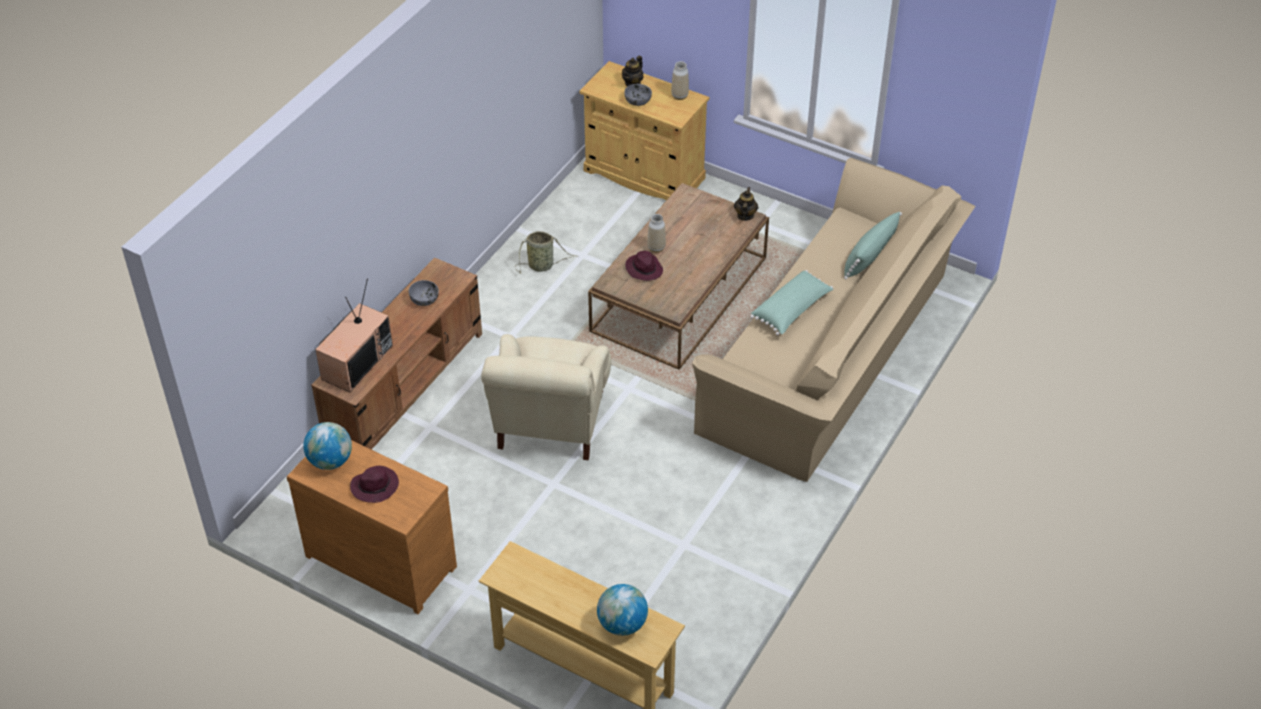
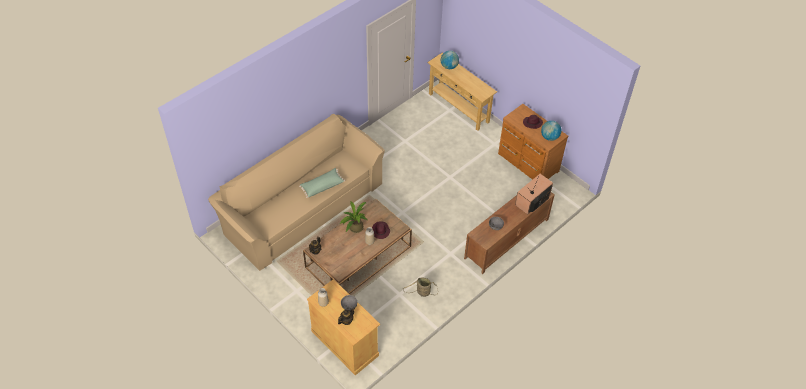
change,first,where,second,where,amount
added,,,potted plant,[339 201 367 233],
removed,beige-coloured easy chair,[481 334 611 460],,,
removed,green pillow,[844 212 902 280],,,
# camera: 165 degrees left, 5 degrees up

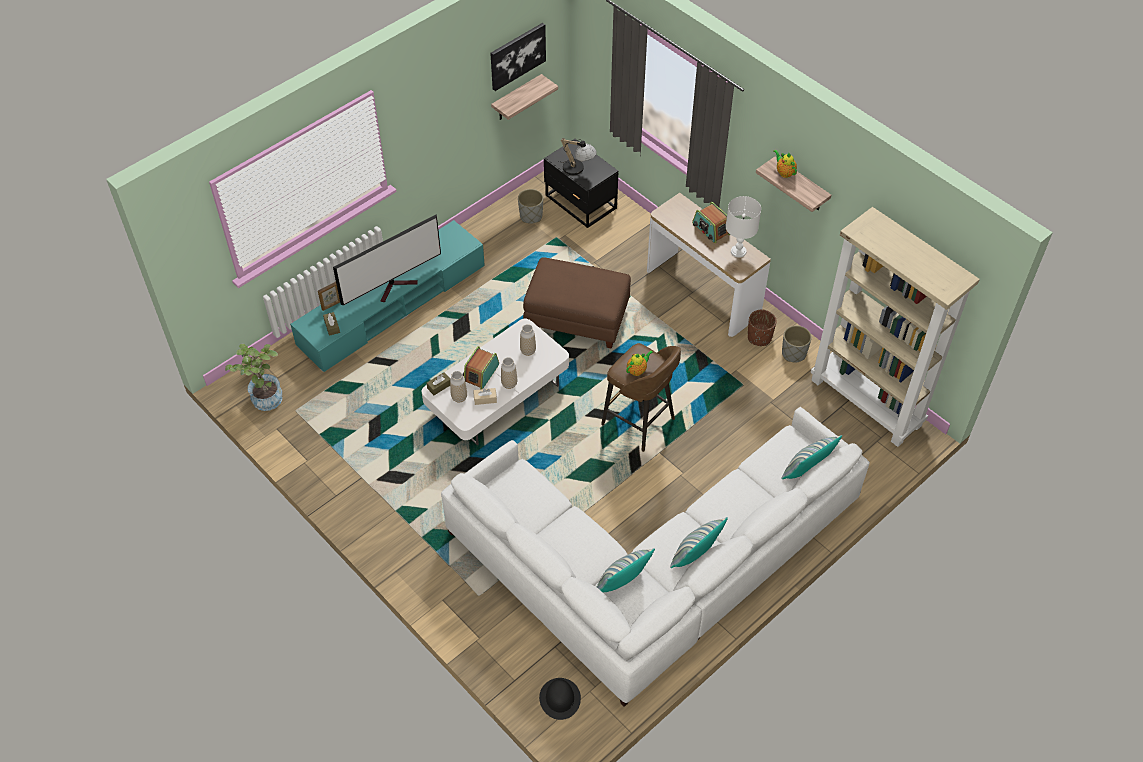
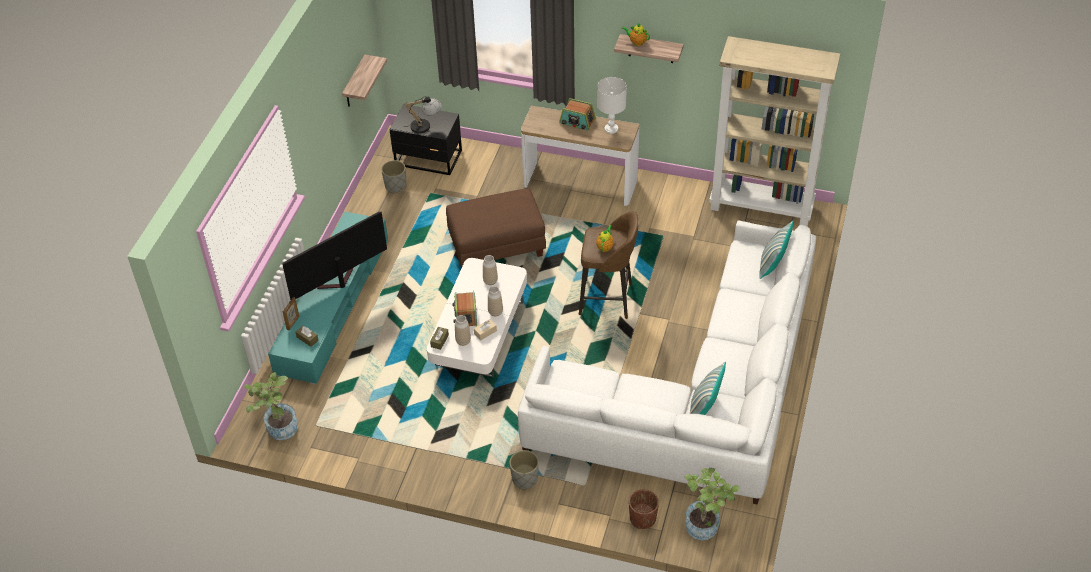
change,first,where,second,where,amount
turned,TV,[333 214 441 305],,[283 212 387 300],150 degrees counterclockwise
moved,greyish plant pot,[782 325 812 362],,[510 450 539 490],
moved,brown plant pot,[748 309 777 346],,[629 489 659 529],
replaced,black-coloured wearable hat,[539 678 581 720],potted plant,[685 468 740 540],
removed,wall picture,[490 23 546 91],,,
removed,pillow,[670 517 728 568],,,
# camera: 30 degrees left, 5 degrees down

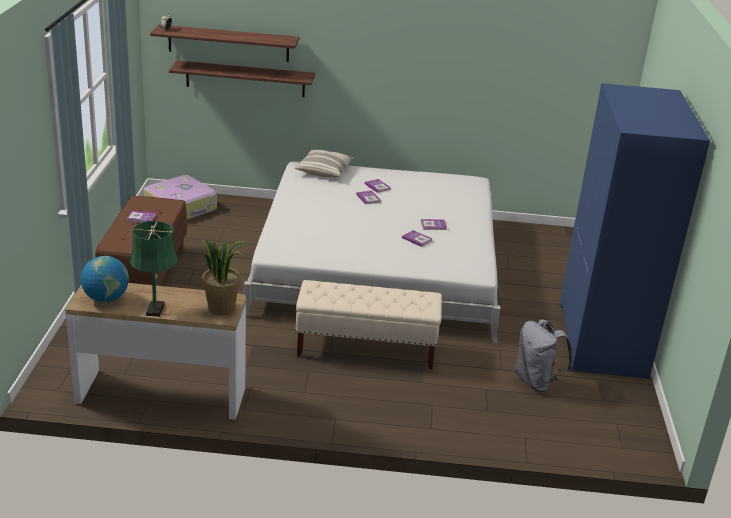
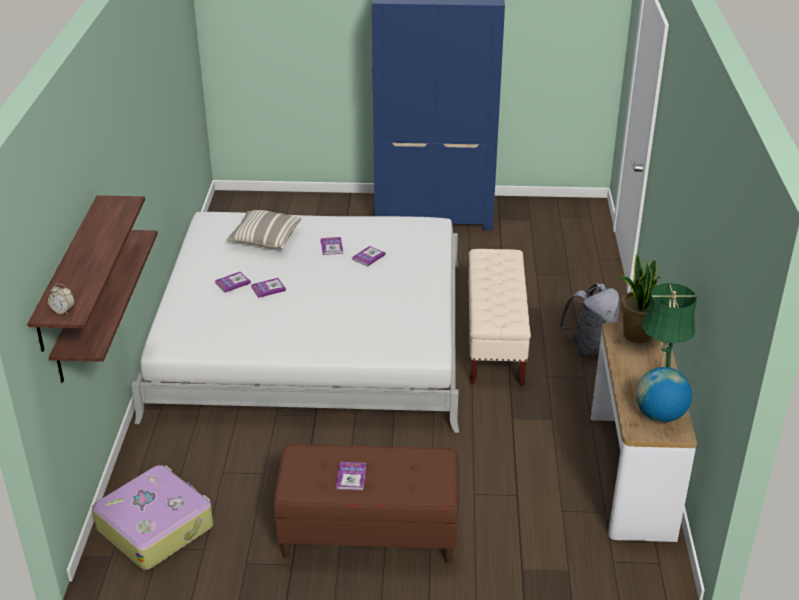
change,first,where,second,where,amount
moved,pillow,[294 150 354 178],,[226 210 301 249],
moved,greyish rucksack,[515 319 573 392],,[559 283 620 357],
# camera: 90 degrees left, 5 degrees up

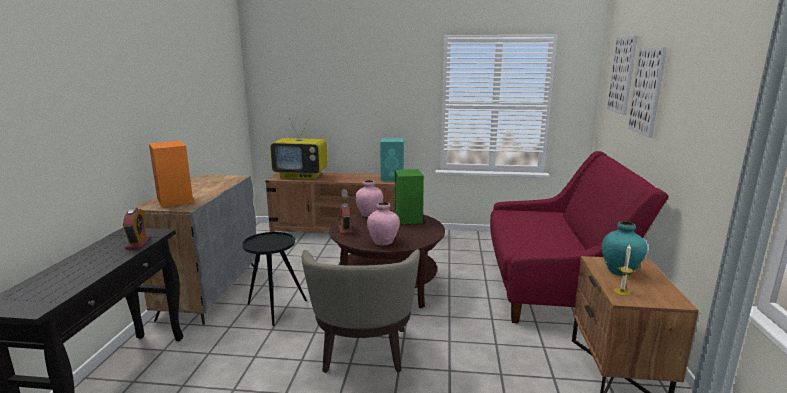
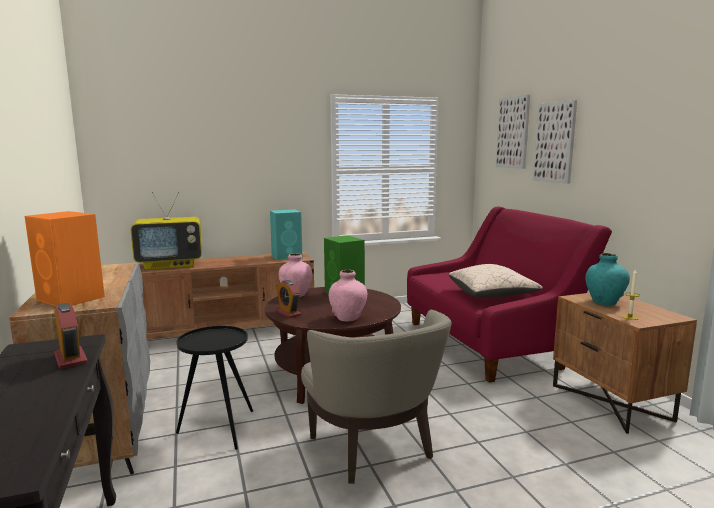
change,first,where,second,where,amount
added,,,beige-coloured pillow,[448 264 543 298],
# camera: 25 degrees left, 5 degrees down

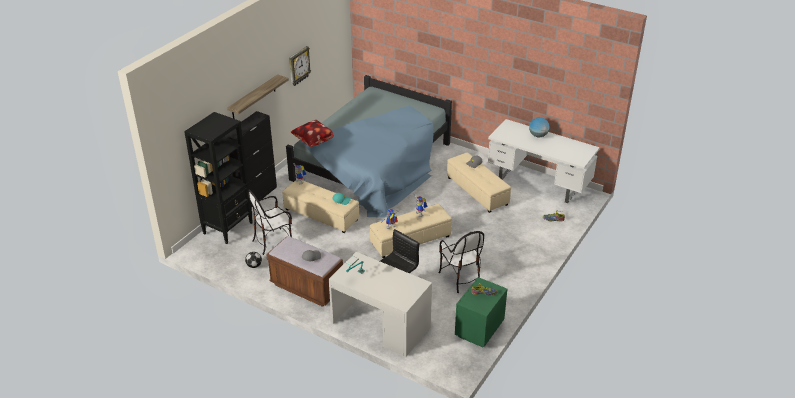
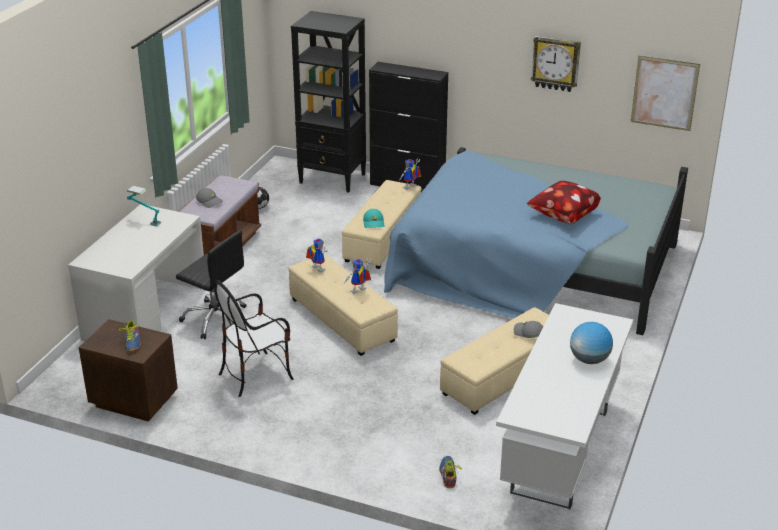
change,first,where,second,where,amount
recoloured,green bedside table,[455 277 507 347],brown bedside table,[79 319 178 422],
moved,pillow,[291 120 334 147],,[527 181 601 225],
added,,,wall picture,[631 56 700 131],
removed,shelf,[227 74 289 119],,,
removed,upright chair,[248 190 292 255],,,
# camera: 80 degrees right, 5 degrees down

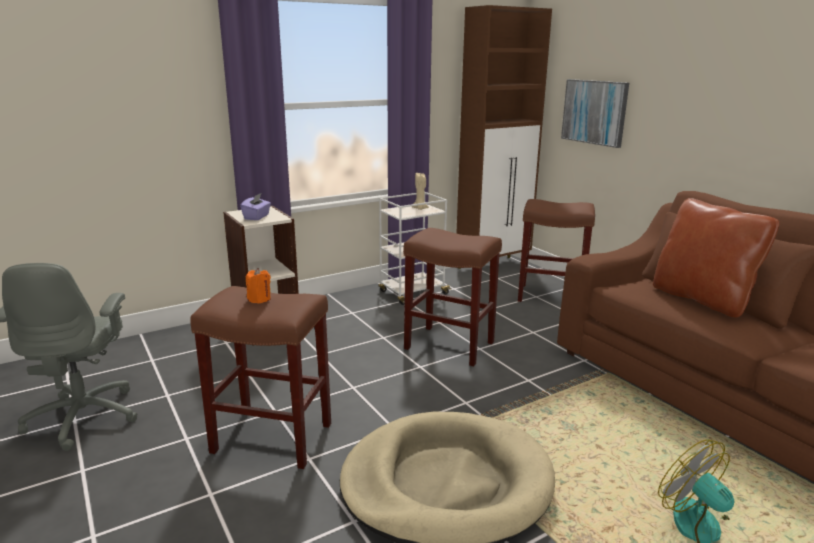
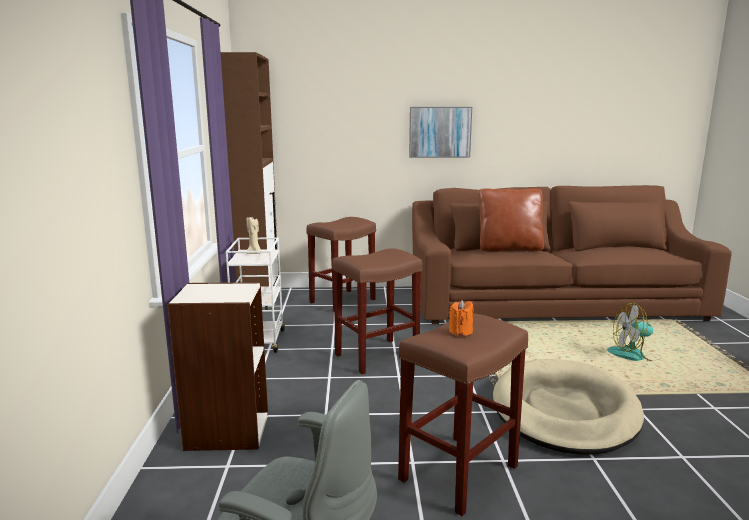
change,first,where,second,where,amount
moved,wall picture,[561 79 629 148],,[409 107 472 158],
removed,purplish tissue box,[240 193 271 220],,,
# camera: 60 degrees left, 5 degrees down

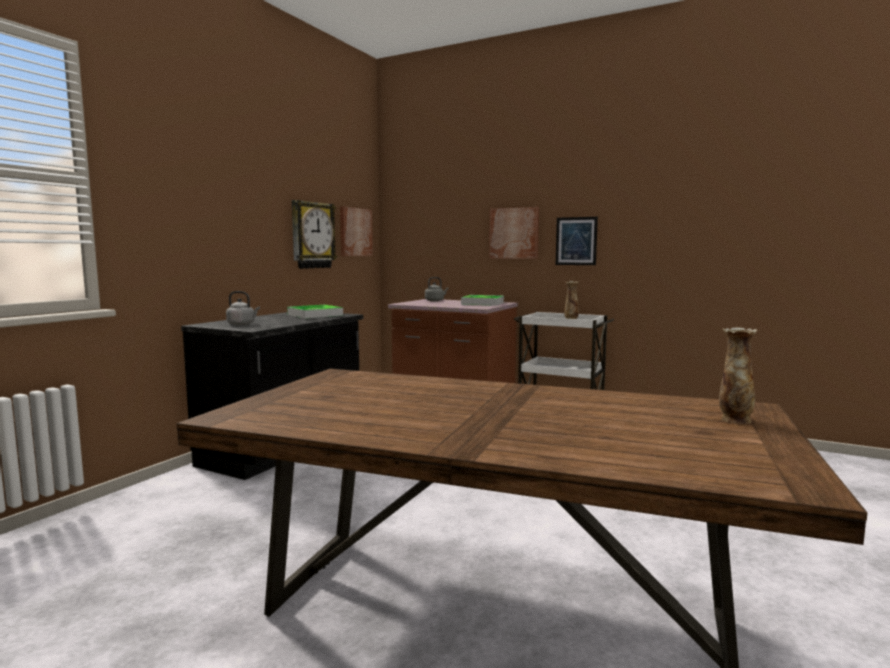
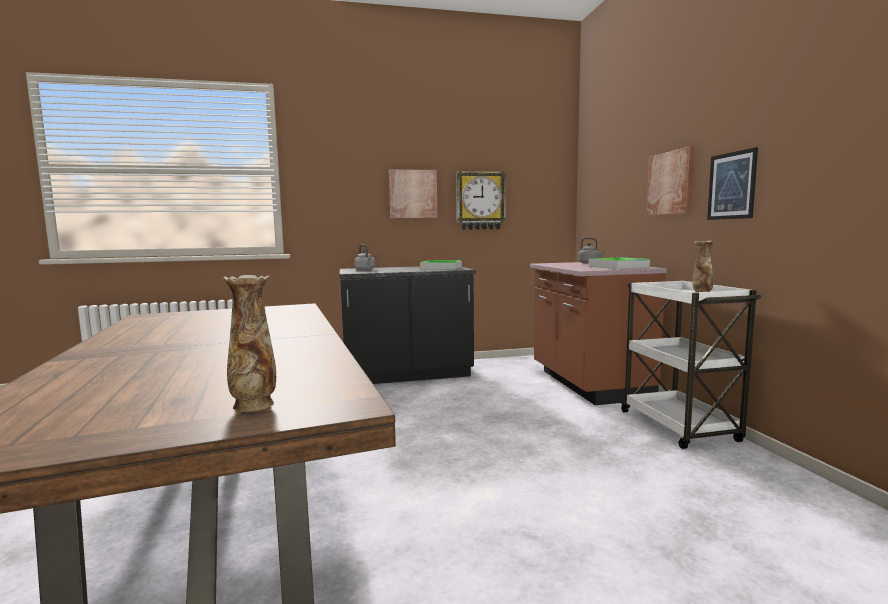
change,first,where,second,where,amount
moved,wall picture,[340 206 373 256],,[389 169 437 218],
# camera: 50 degrees right, 0 degrees up

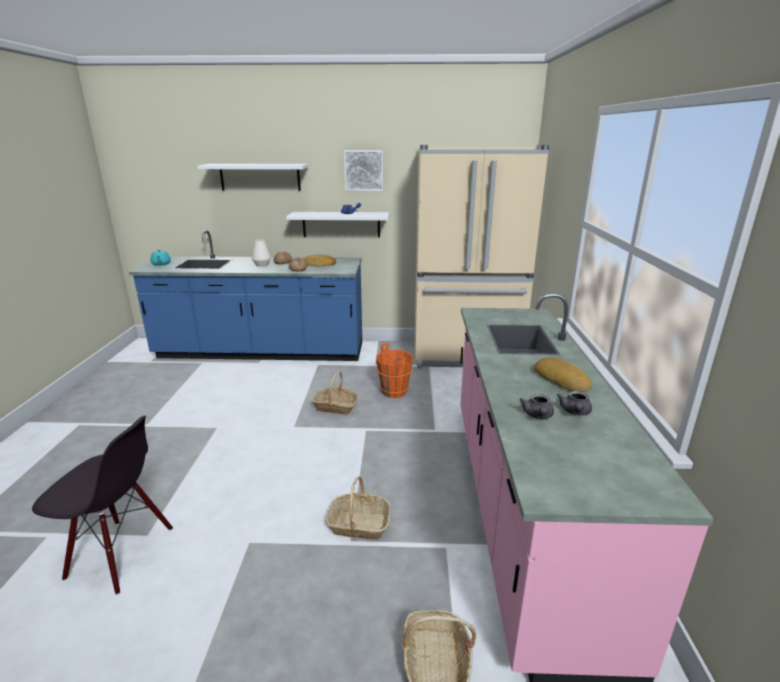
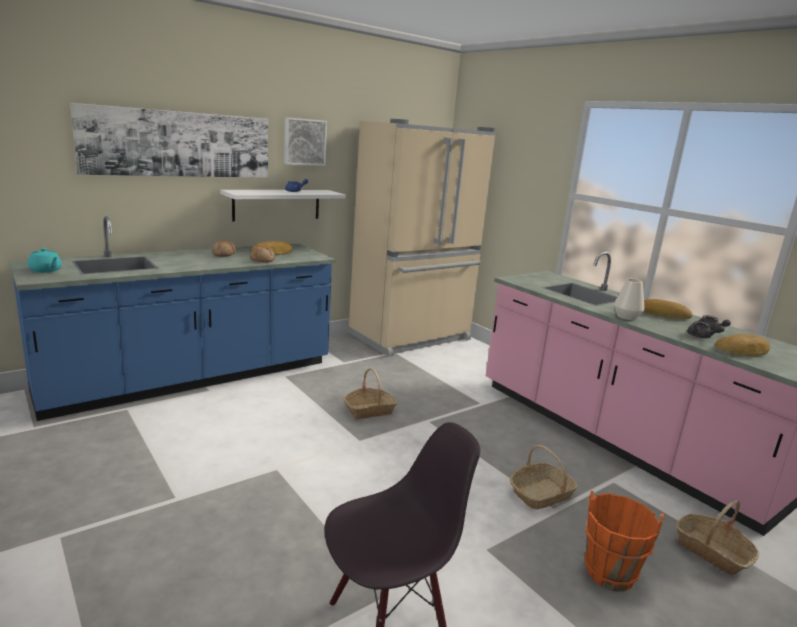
change,first,where,second,where,amount
replaced,white-coloured shelf,[198 164 309 191],wall picture,[70 103 268 178],
moved,orange water bucket,[376 343 413 398],,[585 491 665 591],
moved,white-coloured vase,[252 239 271 267],,[614 279 645 320],
added,,,bread,[715 334 770 357],
# camera: 40 degrees left, 5 degrees down

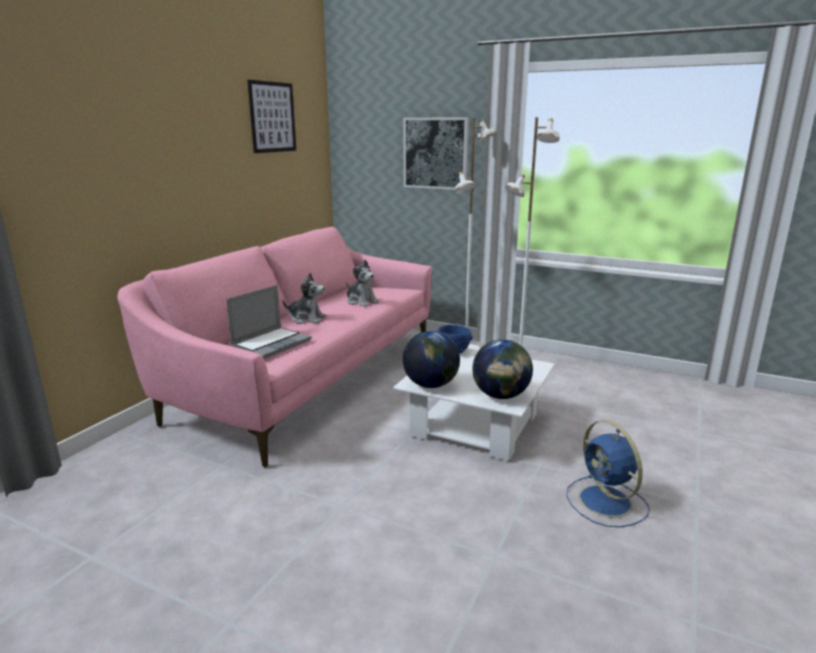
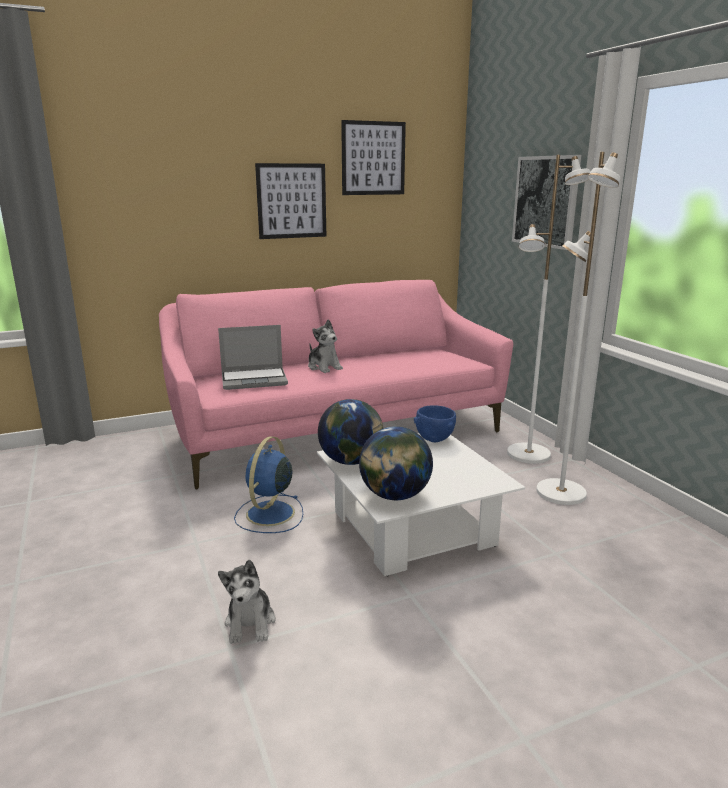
change,first,where,second,where,amount
moved,soft toy,[346 260 379 307],,[218 560 276 644],
moved,bluish electric fan,[566 420 650 527],,[234 436 303 533],
added,,,wall picture,[255 163 326 239],
# camera: 40 degrees right, 0 degrees up

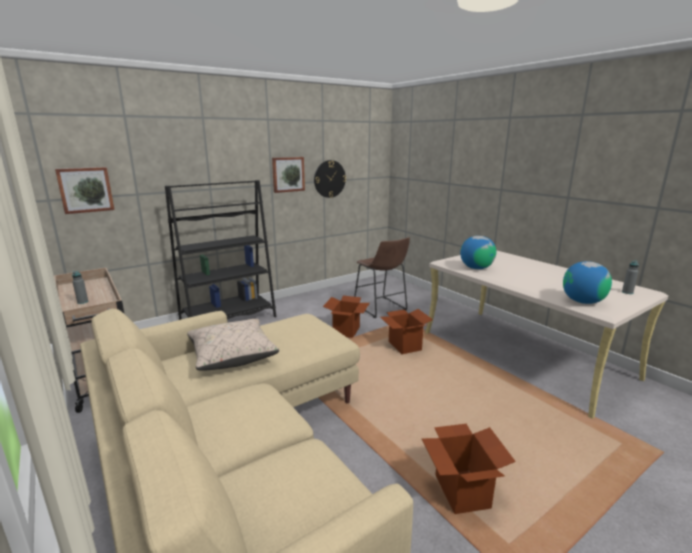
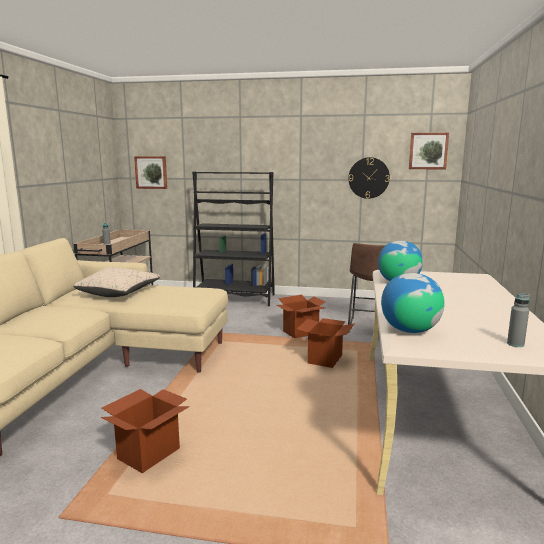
change,first,where,second,where,amount
moved,wall picture,[272 157 305 193],,[409 132 449 169],
# camera: 45 degrees right, 5 degrees down

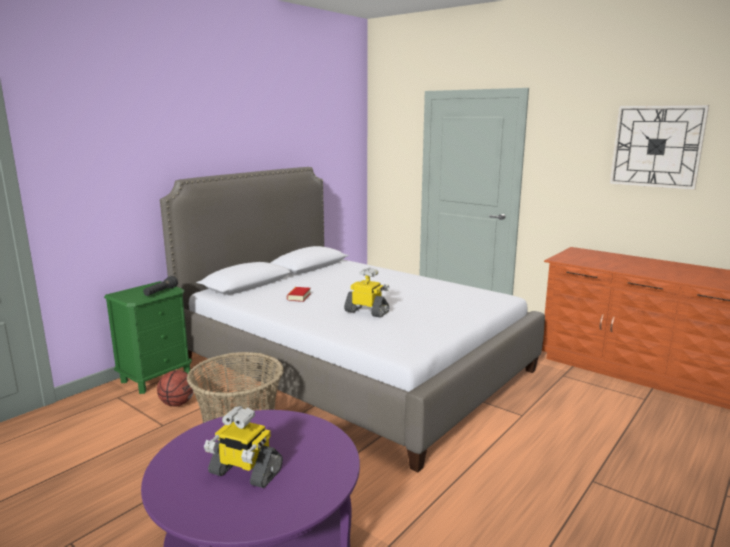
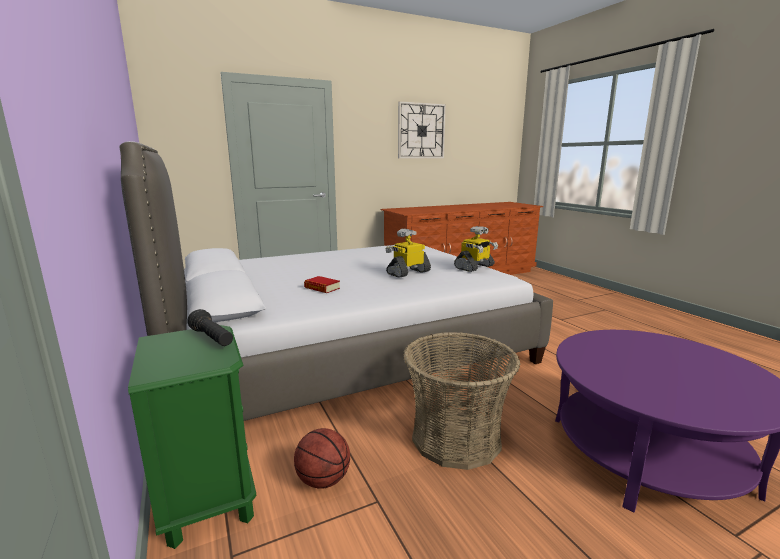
change,first,where,second,where,amount
moved,toy robot,[204 406 283 488],,[454 226 498 272],
# camera: 65 degrees left, 0 degrees up

